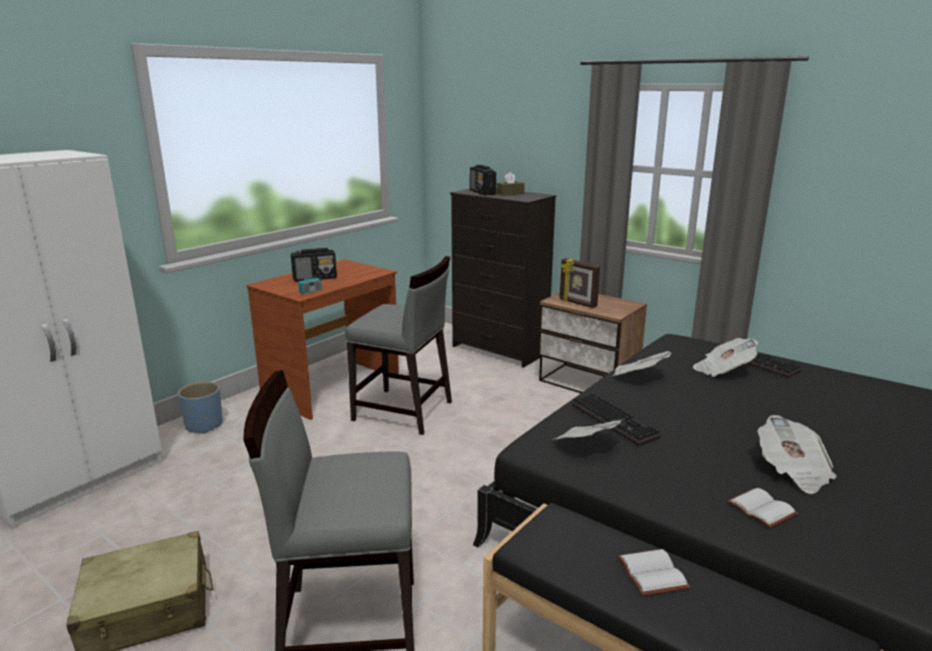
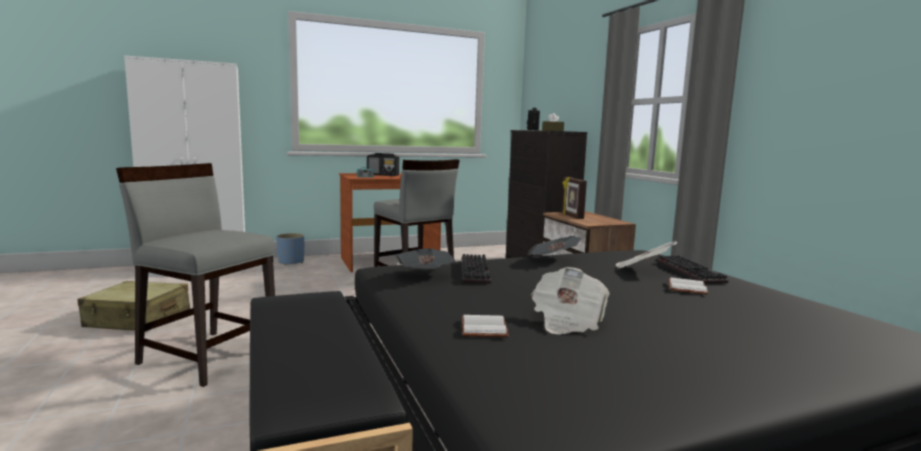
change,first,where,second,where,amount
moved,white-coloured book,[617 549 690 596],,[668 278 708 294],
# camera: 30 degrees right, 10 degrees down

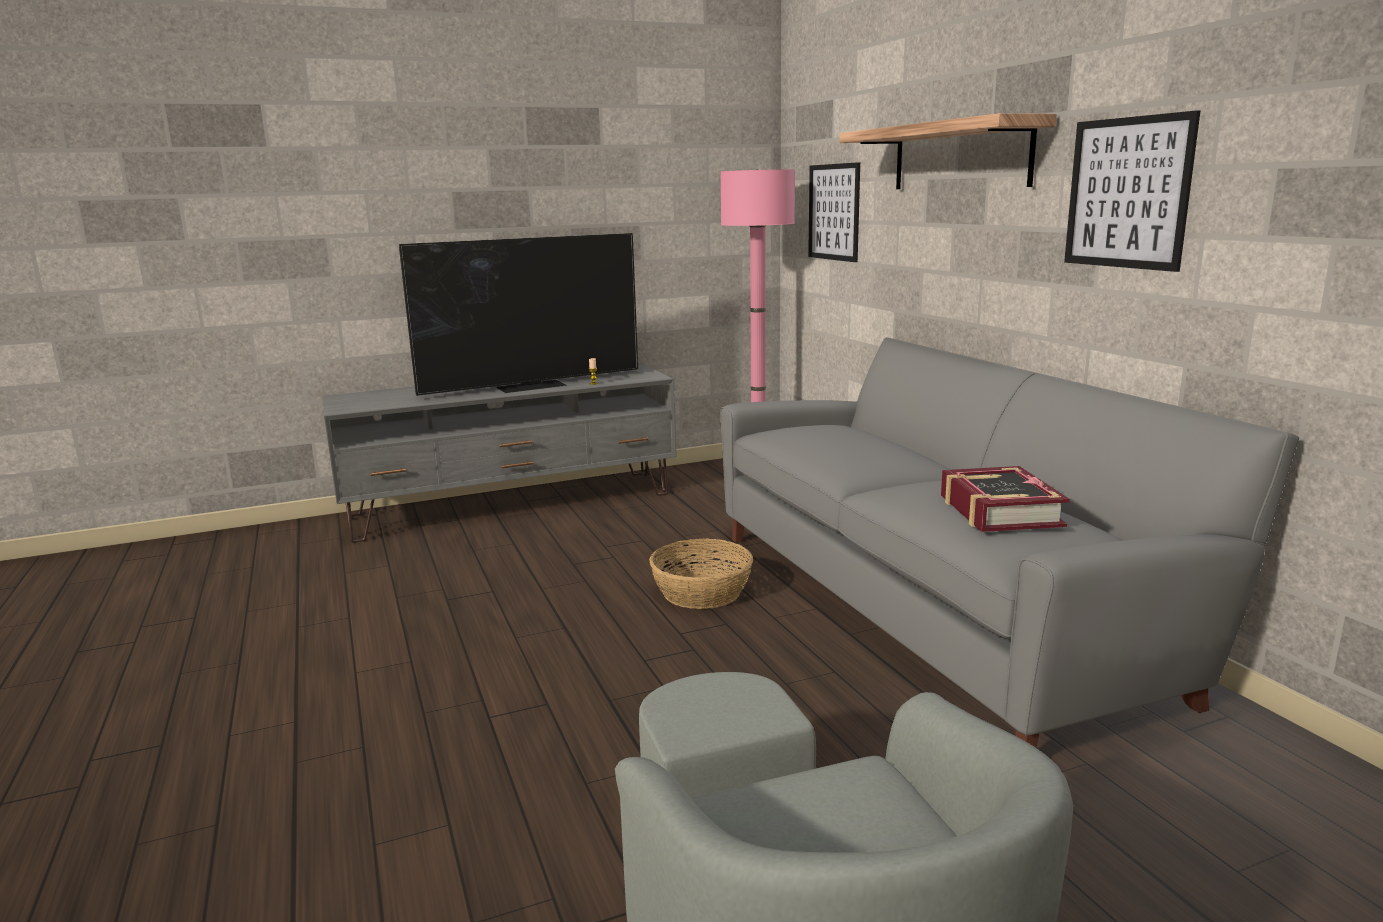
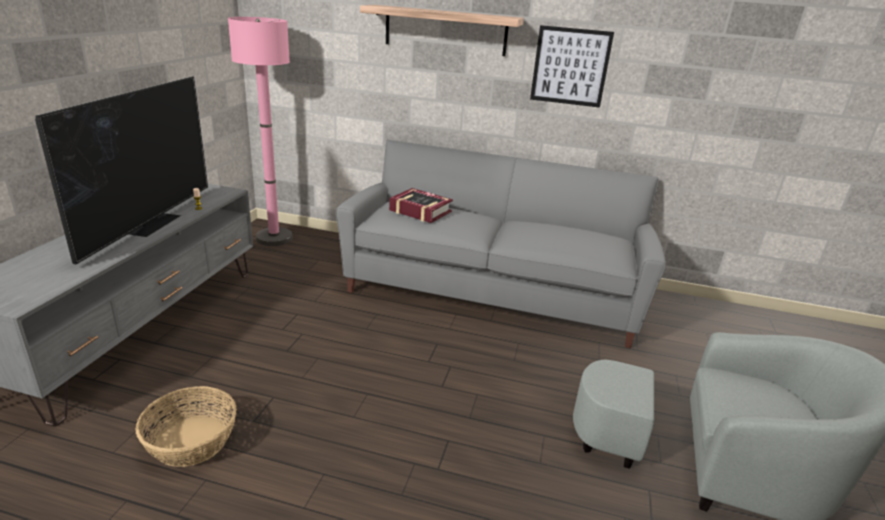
change,first,where,second,where,amount
moved,household basket,[649 539 753 609],,[135 386 237 467],
moved,book,[941 466 1070 532],,[389 188 453 223],
removed,wall picture,[808 162 860 262],,,
# camera: 55 degrees left, 10 degrees up

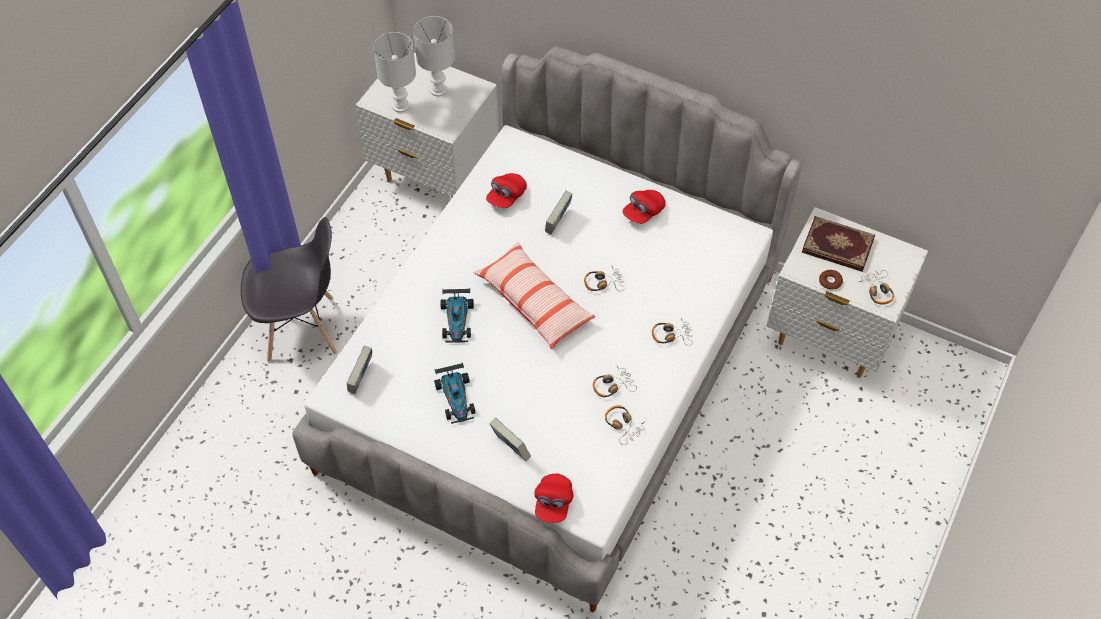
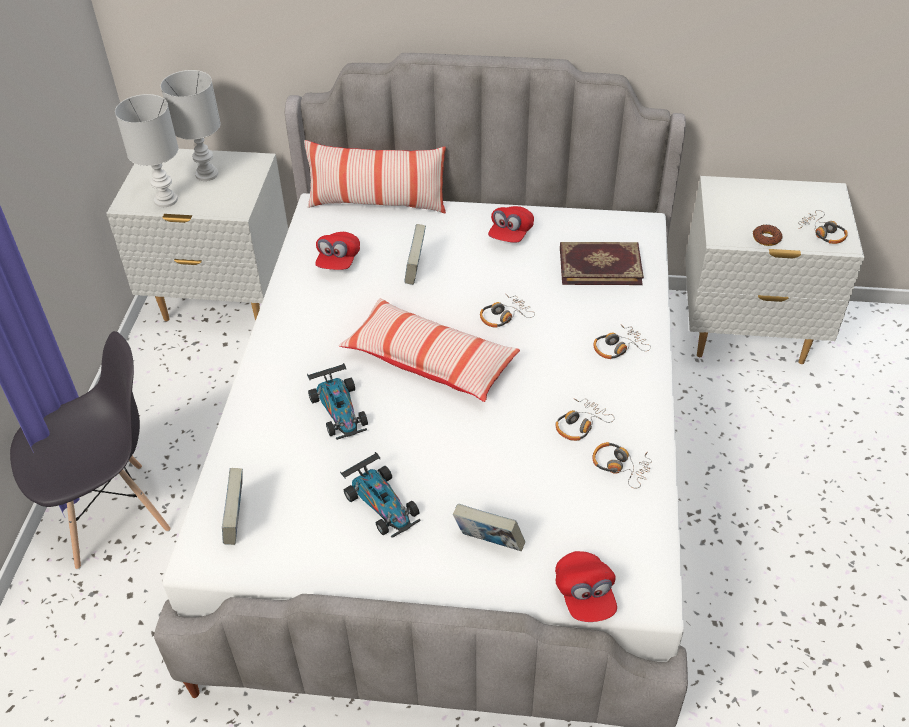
change,first,where,second,where,amount
added,,,pillow,[304 140 446 213],
moved,book,[802 216 875 272],,[560 242 644 285],
# camera: 20 degrees left, 10 degrees down

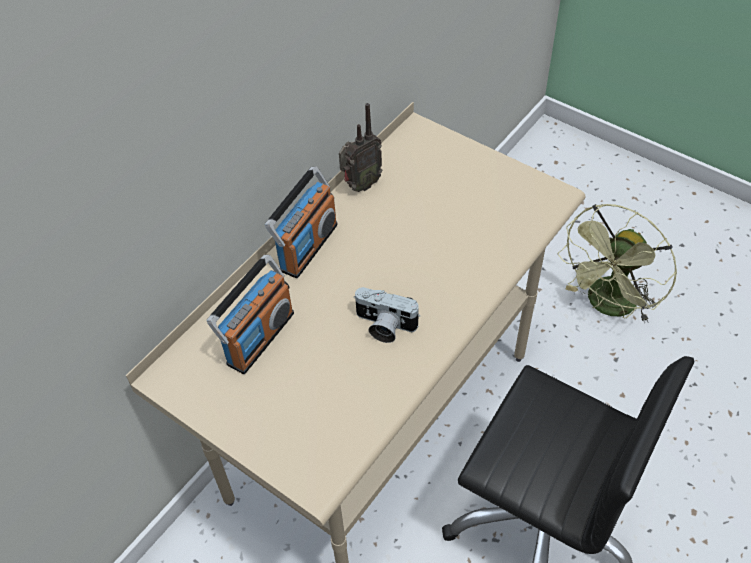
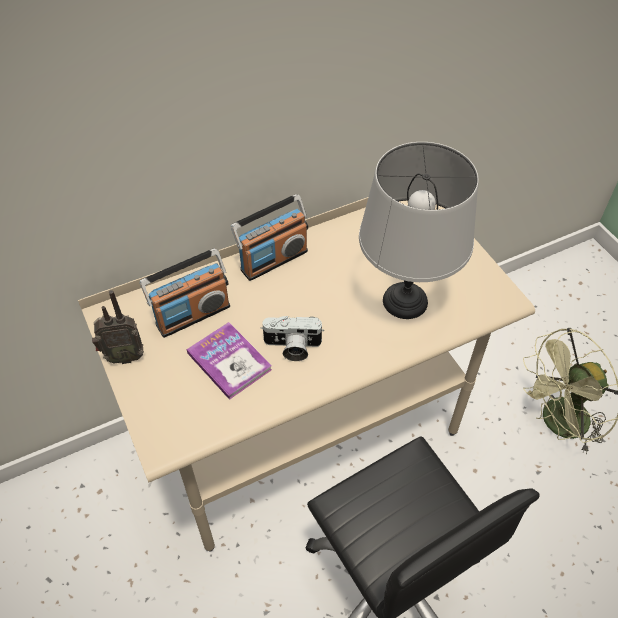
change,first,where,second,where,amount
moved,radio,[339 103 382 192],,[92 290 144 364],
added,,,book,[187 322 272 400],
turned,still camera,[354 287 420 343],,[261 316 324 361],45 degrees counterclockwise
added,,,greyish tabletop lamp,[359 142 479 319],
# camera: 25 degrees right, 0 degrees up

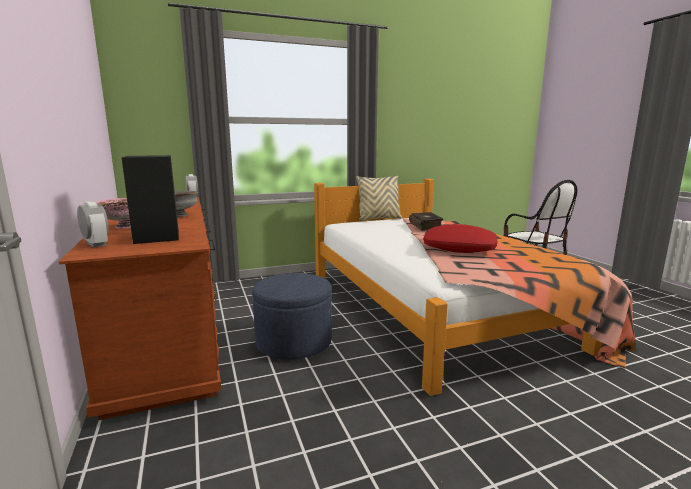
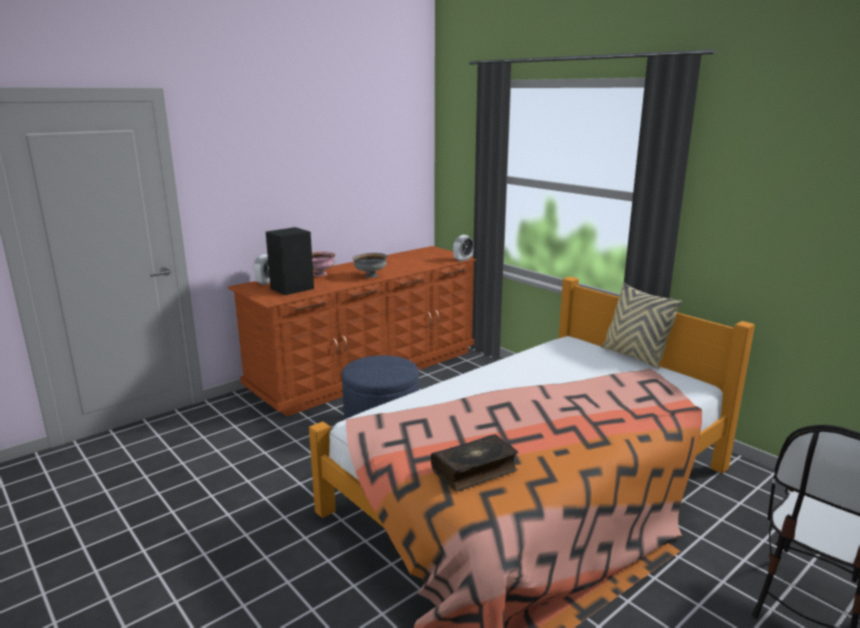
change,first,where,second,where,amount
moved,book,[409 212 444 231],,[431 434 518 492],
removed,red pillow,[423 224 497 253],,,
# camera: 70 degrees right, 5 degrees up

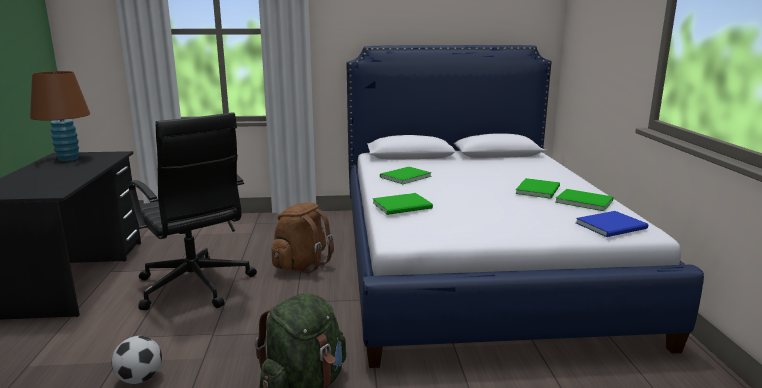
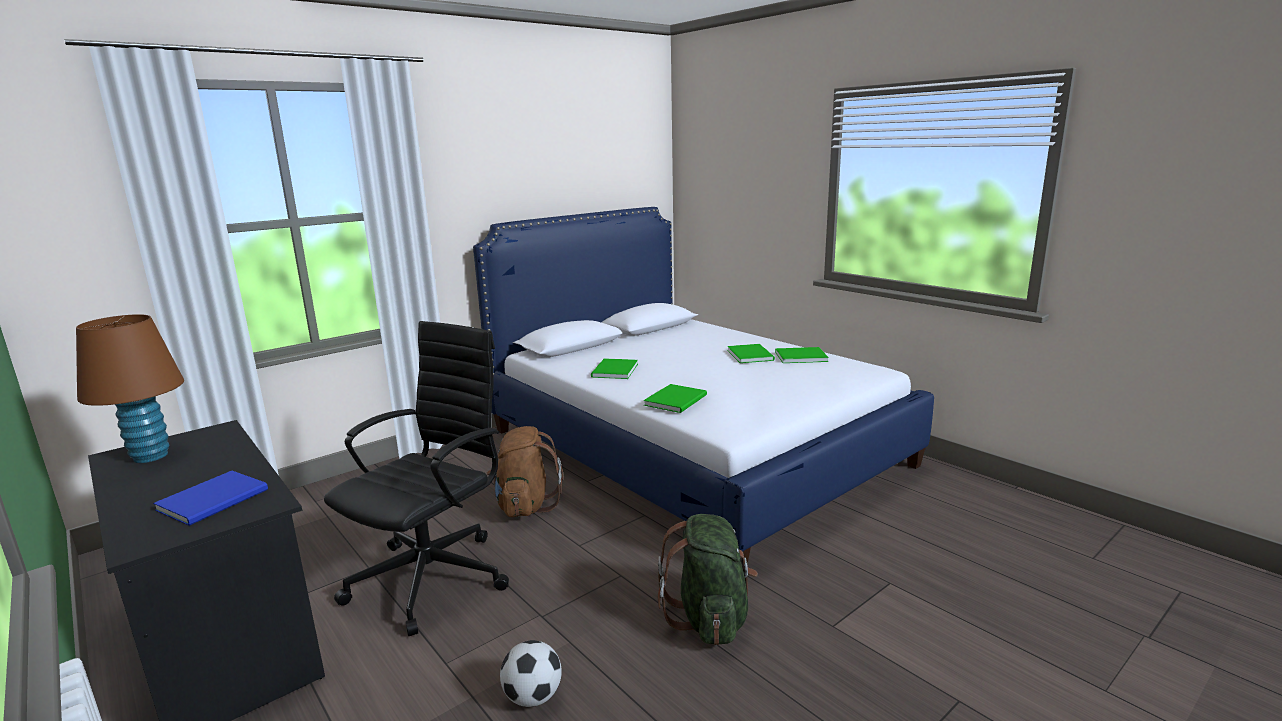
change,first,where,second,where,amount
moved,bluish book,[576 211 648 237],,[153 471 268 526],
turned,black-coloured office chair,[128 112 257 310],,[324 321 509 636],75 degrees counterclockwise
# camera: 35 degrees left, 0 degrees up

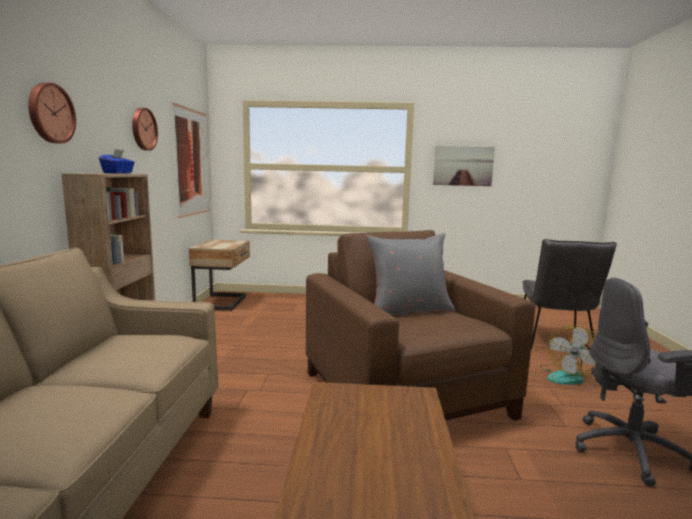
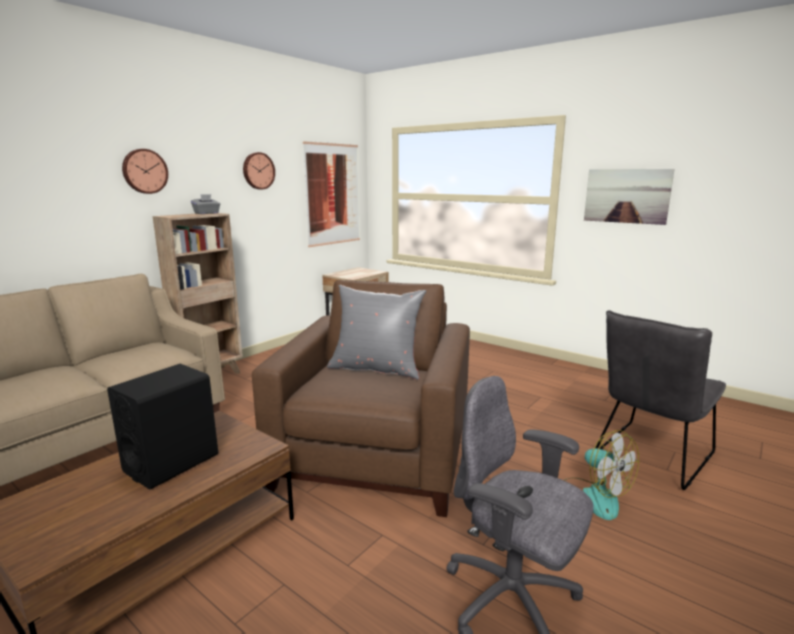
change,first,where,second,where,amount
added,,,black-coloured audio speaker,[107 364 218 490],
recoloured,bluish tissue box,[99 149 135 174],greyish tissue box,[191 194 220 214],
turned,electric fan,[540 325 596 385],,[564 430 639 520],105 degrees counterclockwise
# camera: 35 degrees right, 5 degrees up

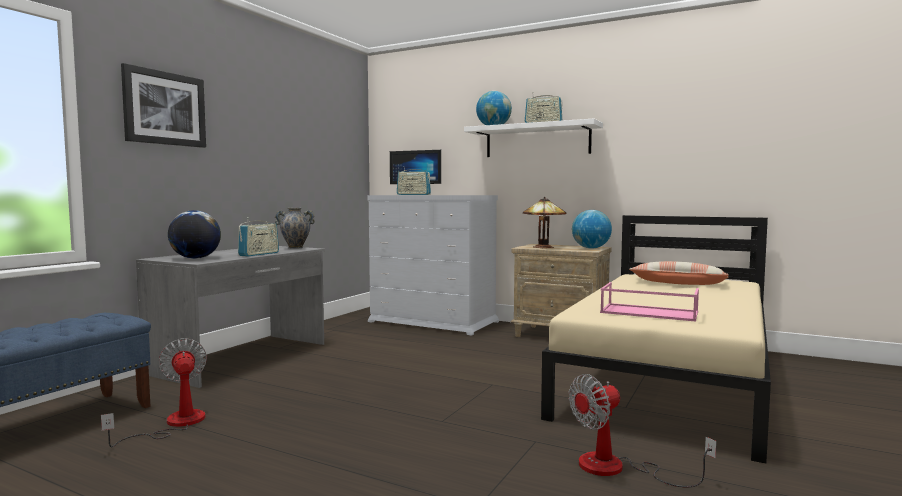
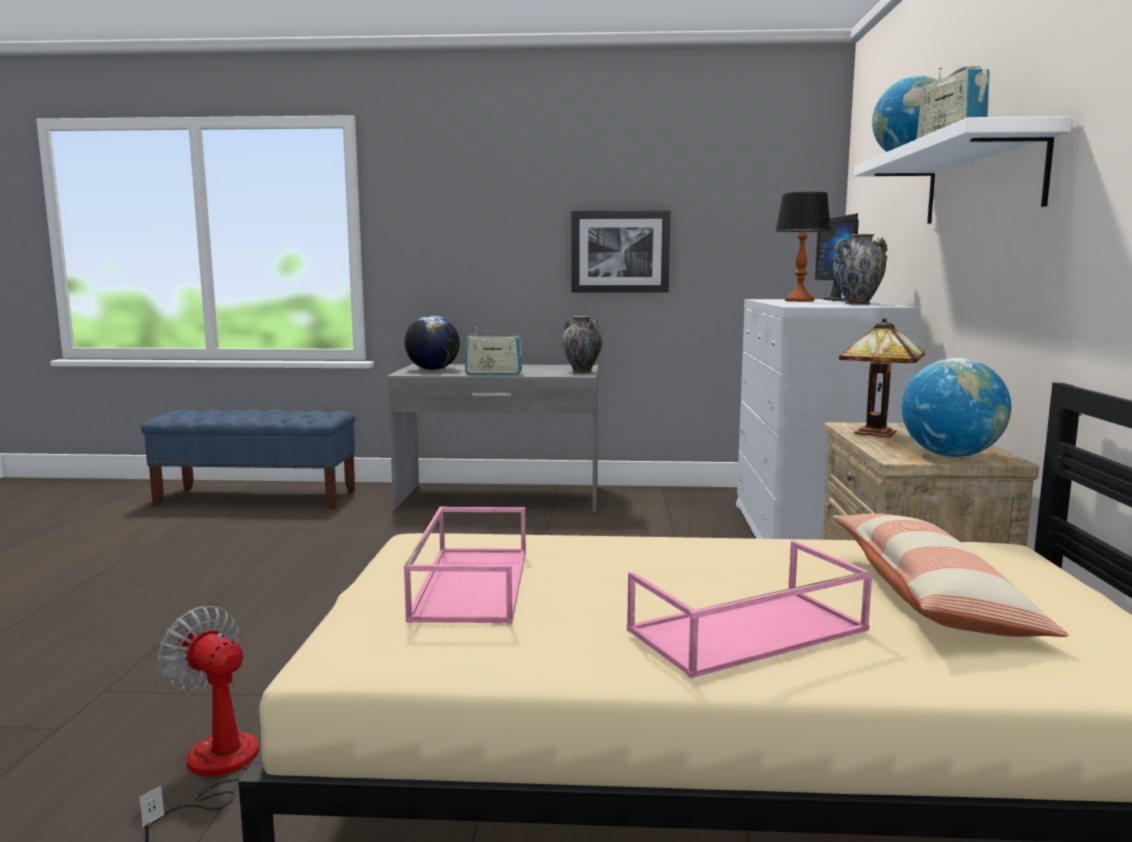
change,first,where,second,where,amount
moved,wall picture,[121 63 206 148],,[571 210 671 293],
added,,,pink-coloured serving tray,[627 541 873 678],
replaced,radio,[397 166 431 195],tabletop lamp,[775 192 831 302],
added,,,vase,[834 234 888 304],
removed,electric fan,[101 338 207 447],,,
# camera: 65 degrees right, 5 degrees up

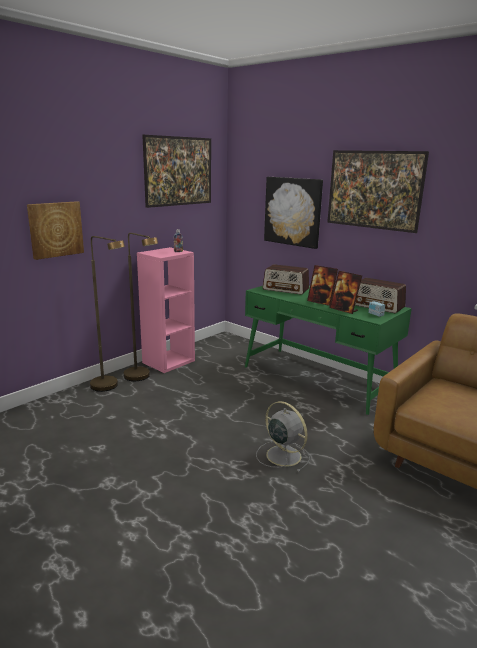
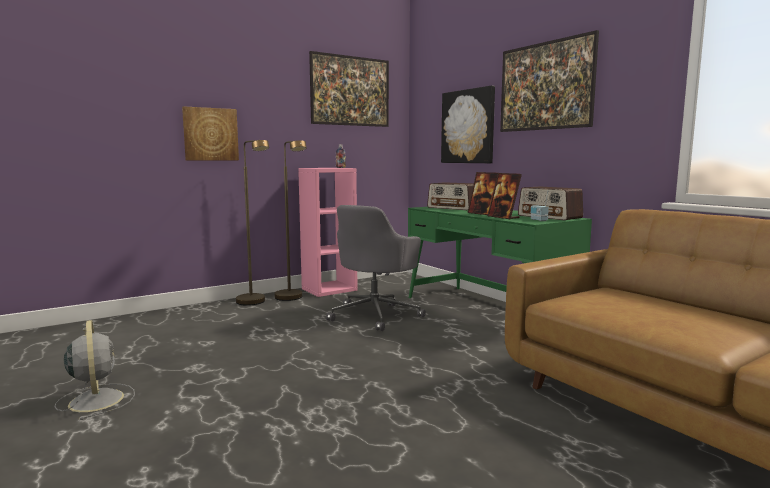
change,first,where,second,where,amount
moved,greyish electric fan,[256 401 310 472],,[55 320 135 420],
added,,,greyish office chair,[326 205 426 331],
# camera: 15 degrees right, 10 degrees down

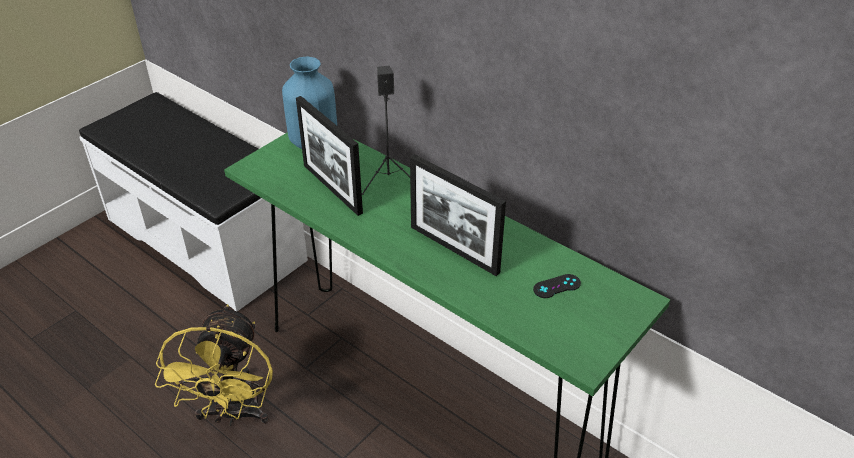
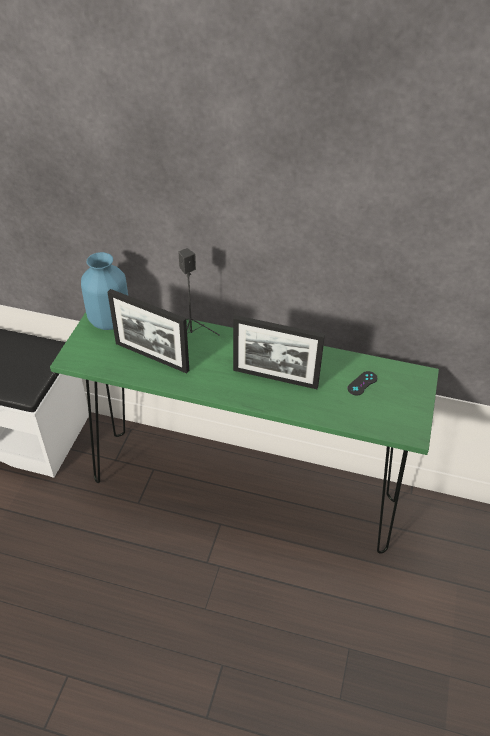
change,first,where,second,where,amount
removed,yellow-coloured electric fan,[155 304 273 426],,,
# camera: 25 degrees left, 5 degrees up

